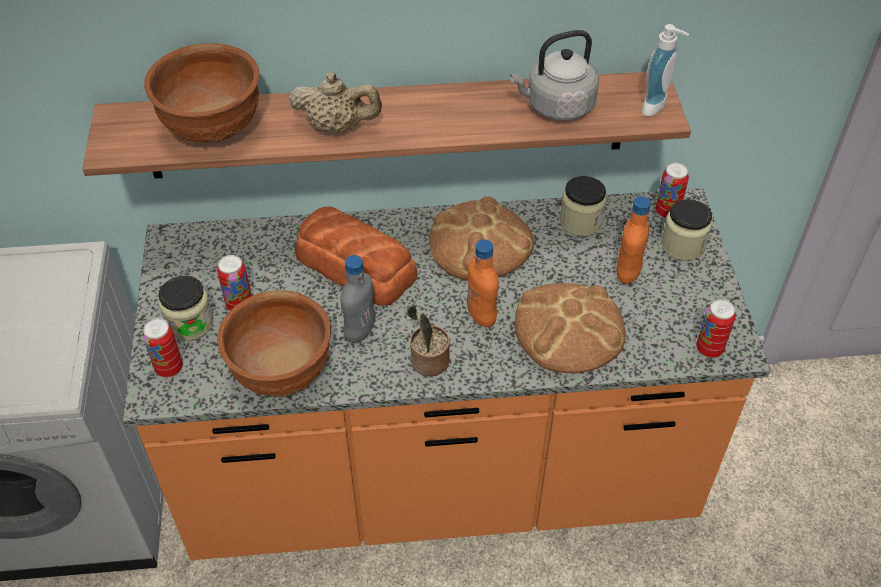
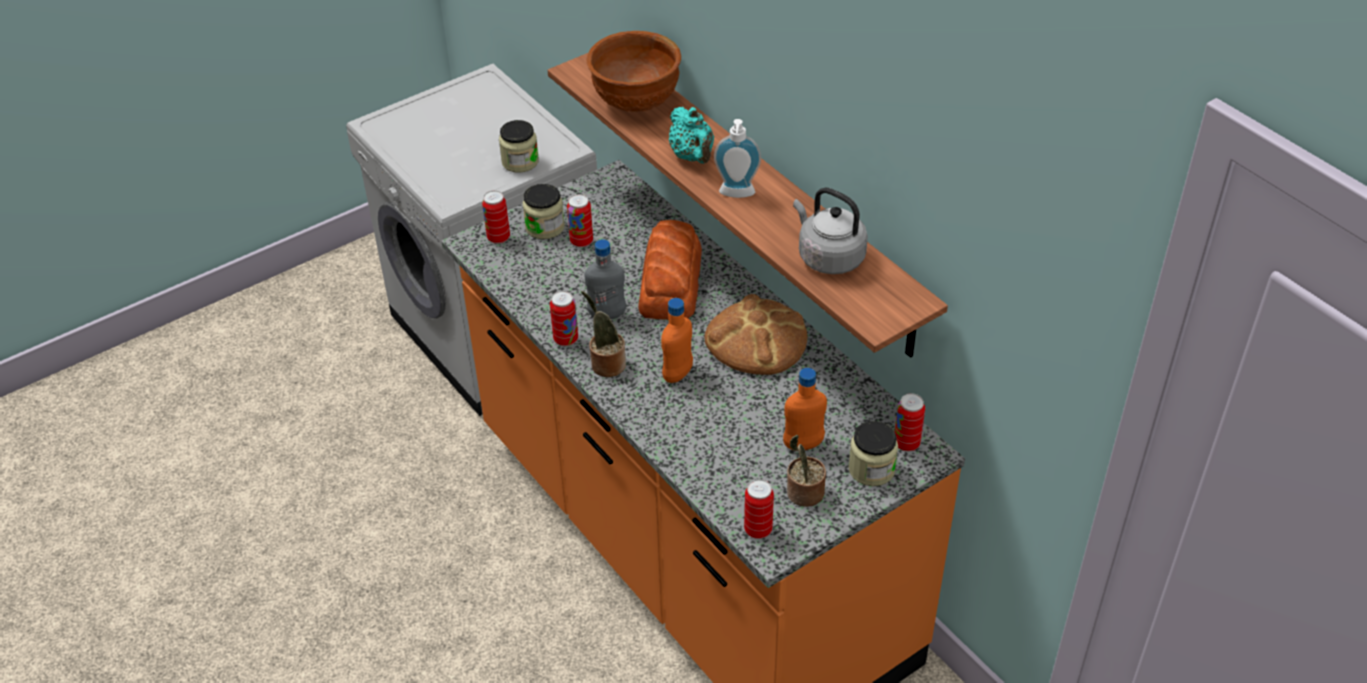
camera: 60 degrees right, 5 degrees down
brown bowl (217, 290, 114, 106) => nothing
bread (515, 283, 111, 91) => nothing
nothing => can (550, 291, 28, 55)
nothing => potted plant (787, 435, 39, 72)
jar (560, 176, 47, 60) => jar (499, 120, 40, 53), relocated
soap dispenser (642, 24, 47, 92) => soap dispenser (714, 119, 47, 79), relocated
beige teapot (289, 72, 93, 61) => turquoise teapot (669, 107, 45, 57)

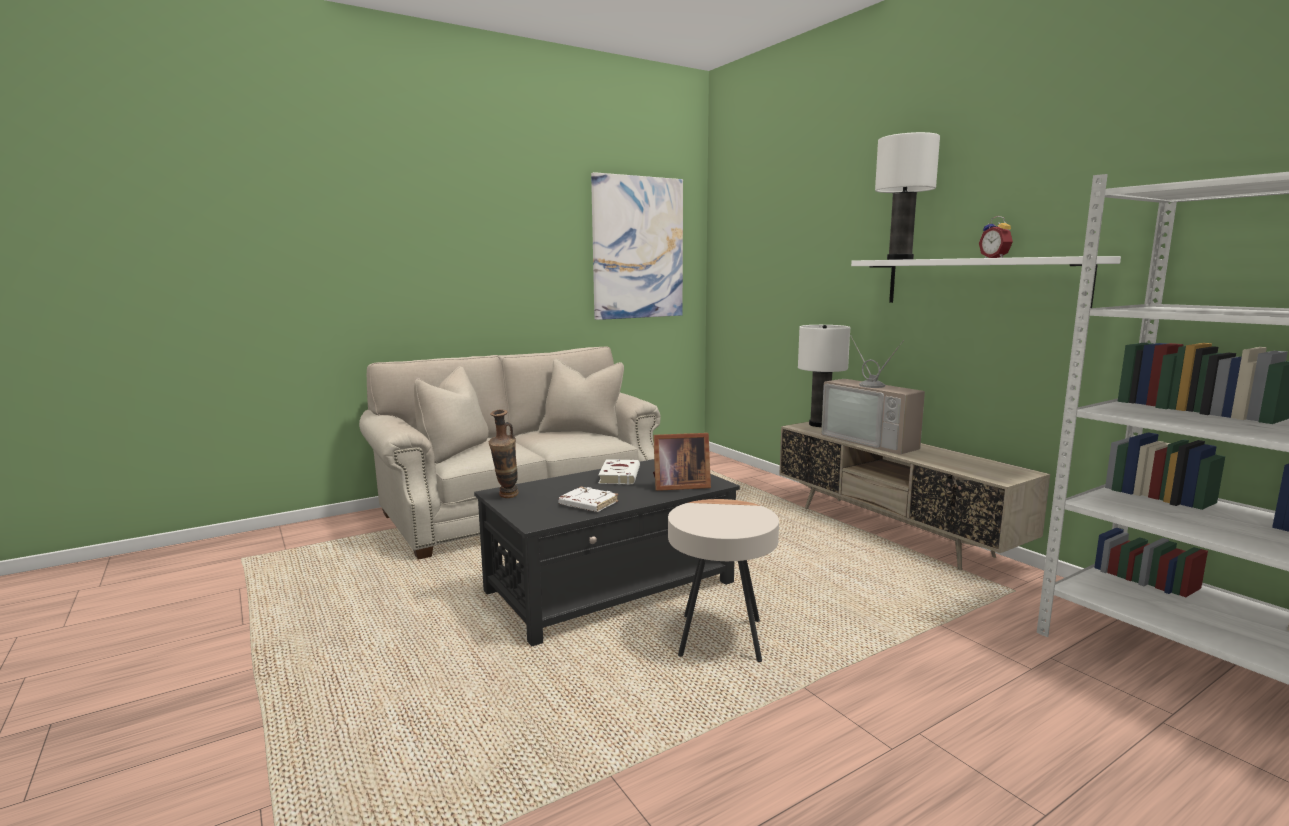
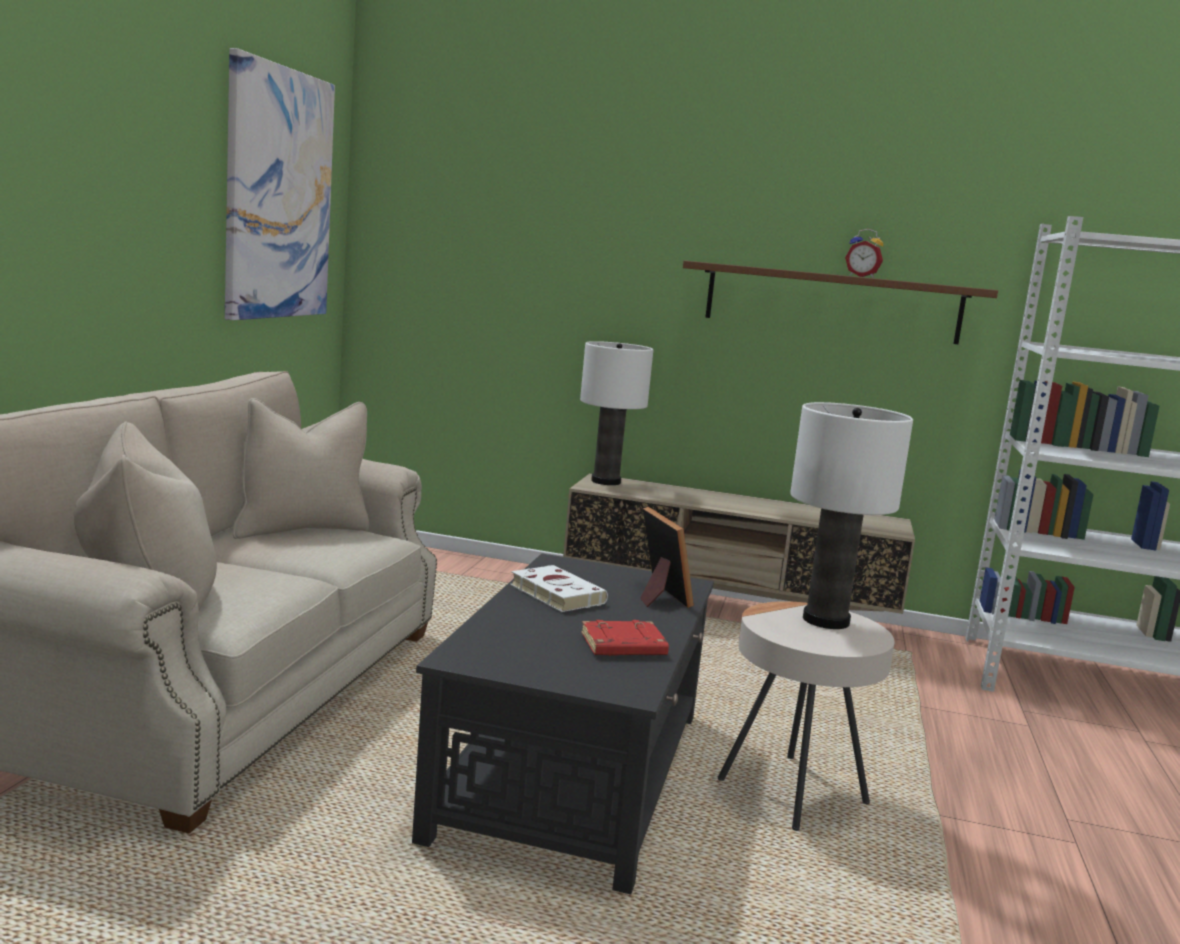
camera: 45 degrees left, 0 degrees up
vase (489, 409, 29, 89) => nothing
television (821, 335, 104, 120) => nothing
white table lamp (875, 132, 65, 128) => white table lamp (790, 402, 123, 227), relocated
white book (559, 487, 60, 25) => red book (581, 620, 88, 35)
white shelf (851, 256, 270, 52) => brown shelf (683, 261, 315, 83)
picture frame (653, 433, 58, 58) => picture frame (640, 507, 54, 101), 60 degrees counterclockwise

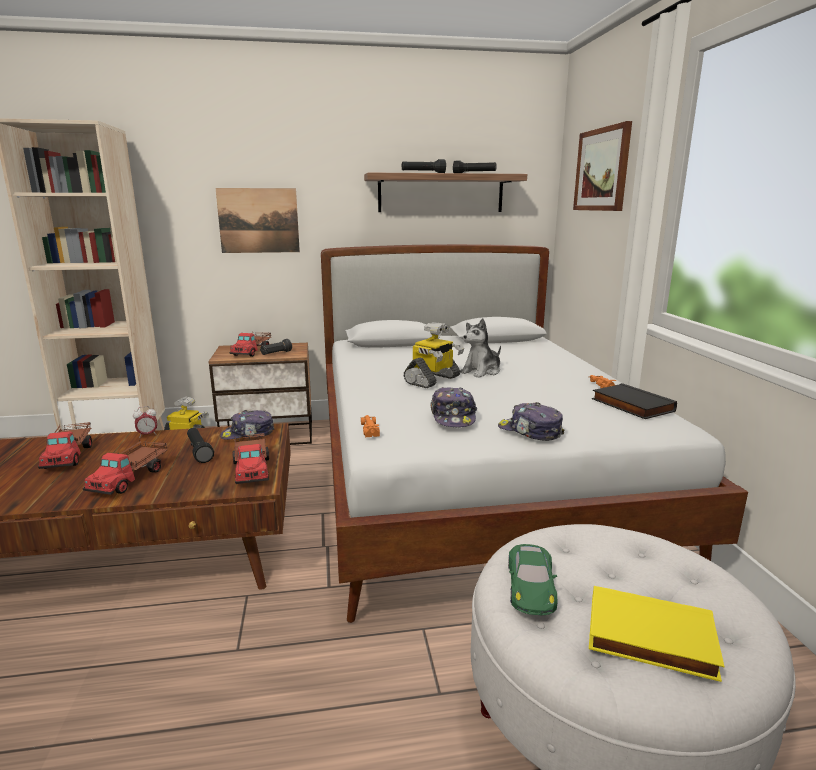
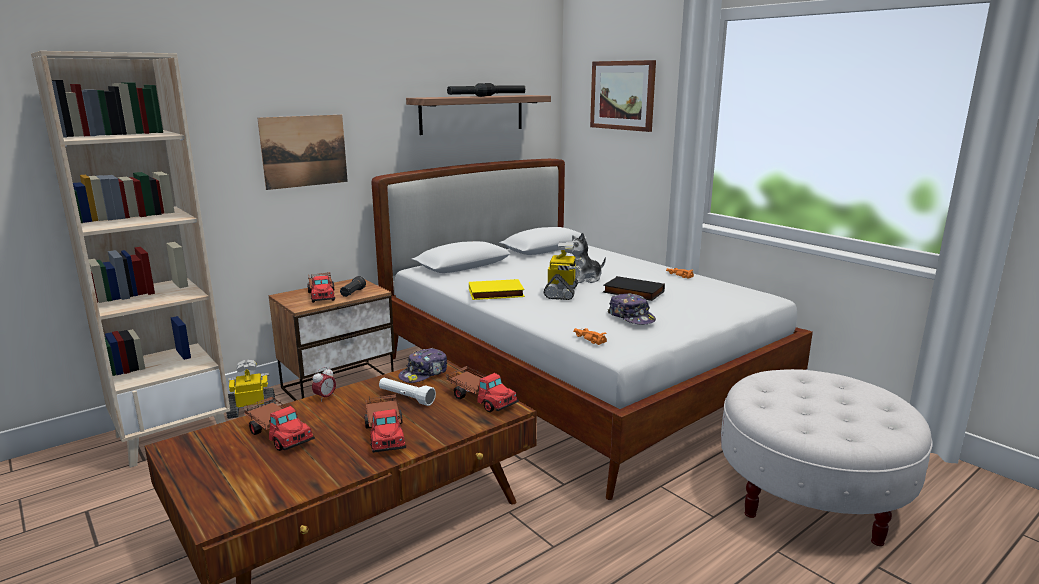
camera: 30 degrees left, 0 degrees up
cap (498, 402, 66, 39) => nothing
green toy car (508, 544, 50, 71) => nothing
yellow book (589, 586, 136, 96) => yellow book (469, 279, 56, 21), relocated
black book (592, 383, 85, 36) => black book (603, 276, 62, 25), relocated
black flashlight (187, 428, 27, 35) => white flashlight (379, 378, 57, 28)
plush toy (460, 318, 41, 60) => plush toy (567, 232, 39, 51), 45 degrees clockwise

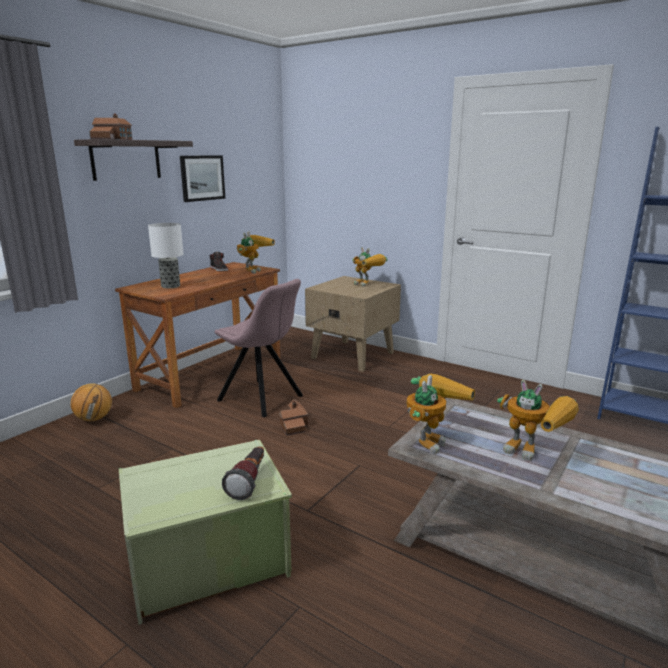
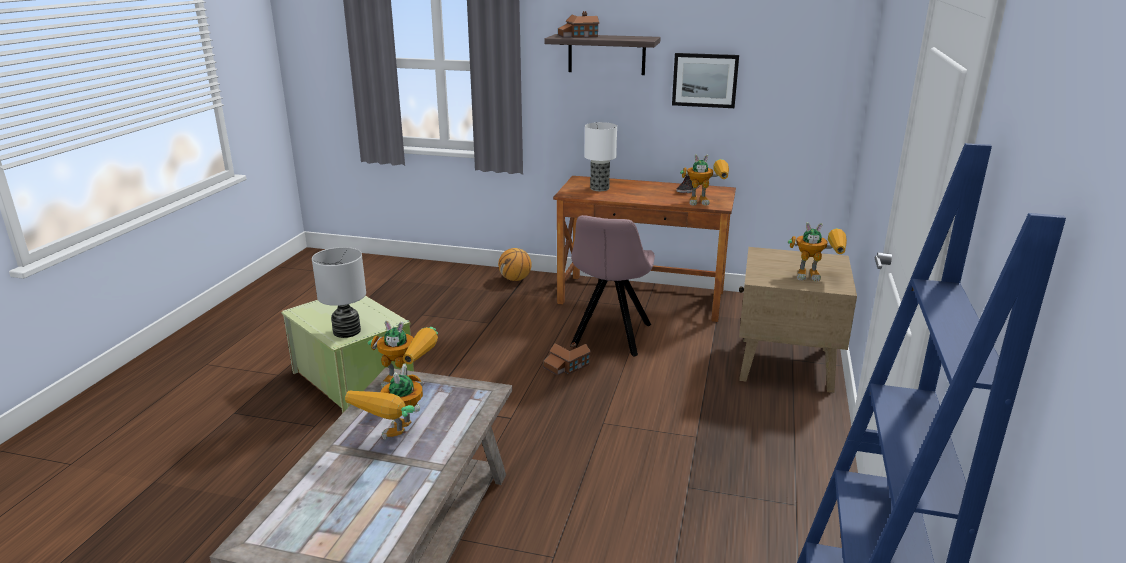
camera: 70 degrees right, 5 degrees up
flashlight (222, 446, 42, 54) => grey table lamp (312, 247, 54, 91)
toy robot (352, 247, 36, 40) => toy robot (788, 222, 59, 59), 105 degrees counterclockwise

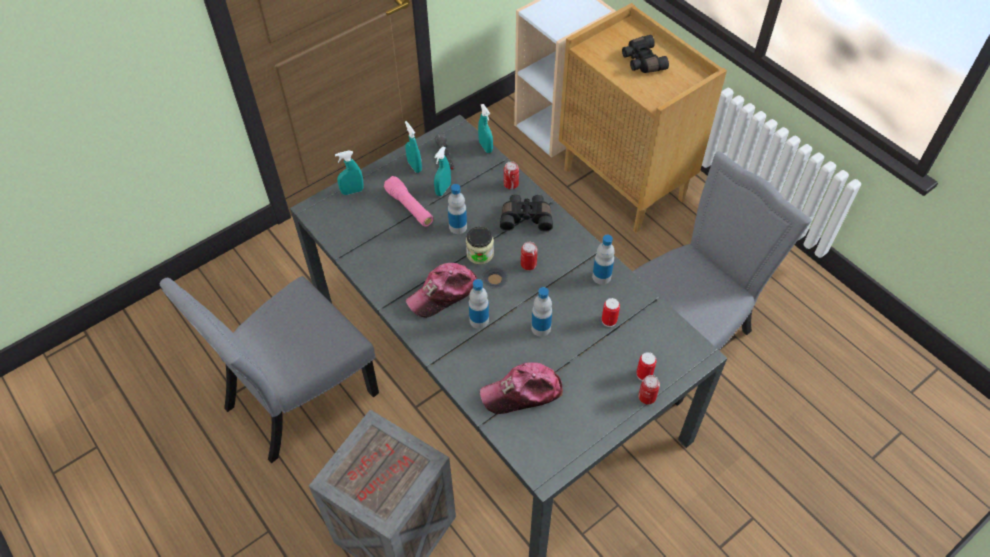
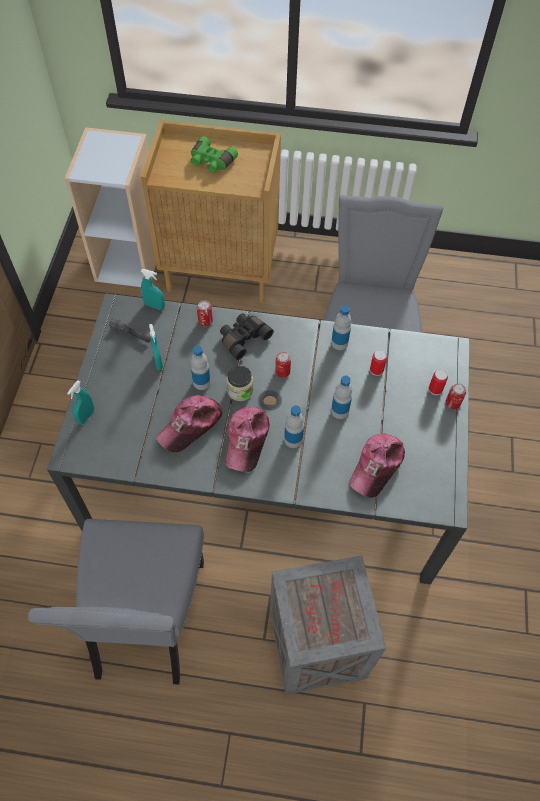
camera: 45 degrees left, 5 degrees up
pink flashlight (384, 176, 49, 51) => nothing
turquoise spray bottle (405, 121, 17, 52) => nothing
nothing => cap (156, 395, 67, 57)
black binoculars (622, 35, 47, 38) => green binoculars (191, 136, 47, 37)

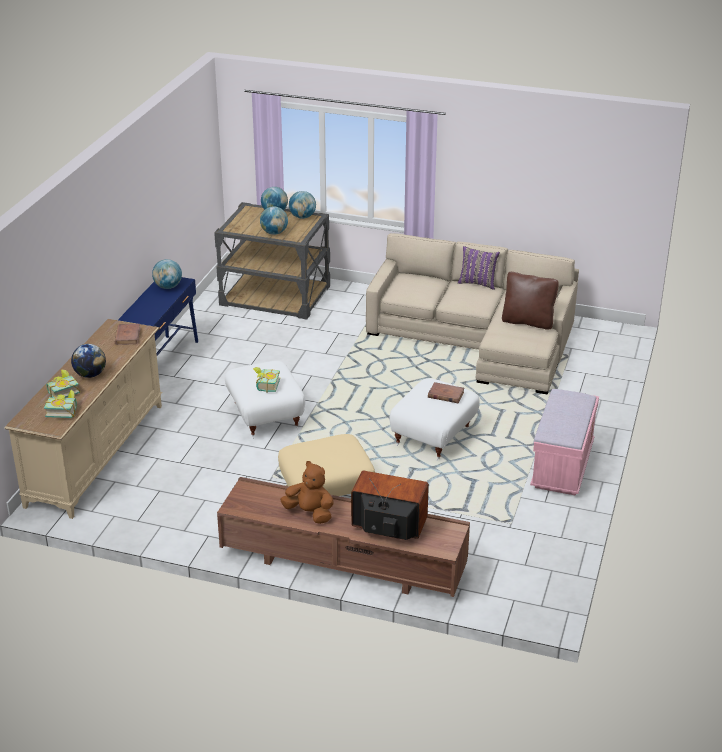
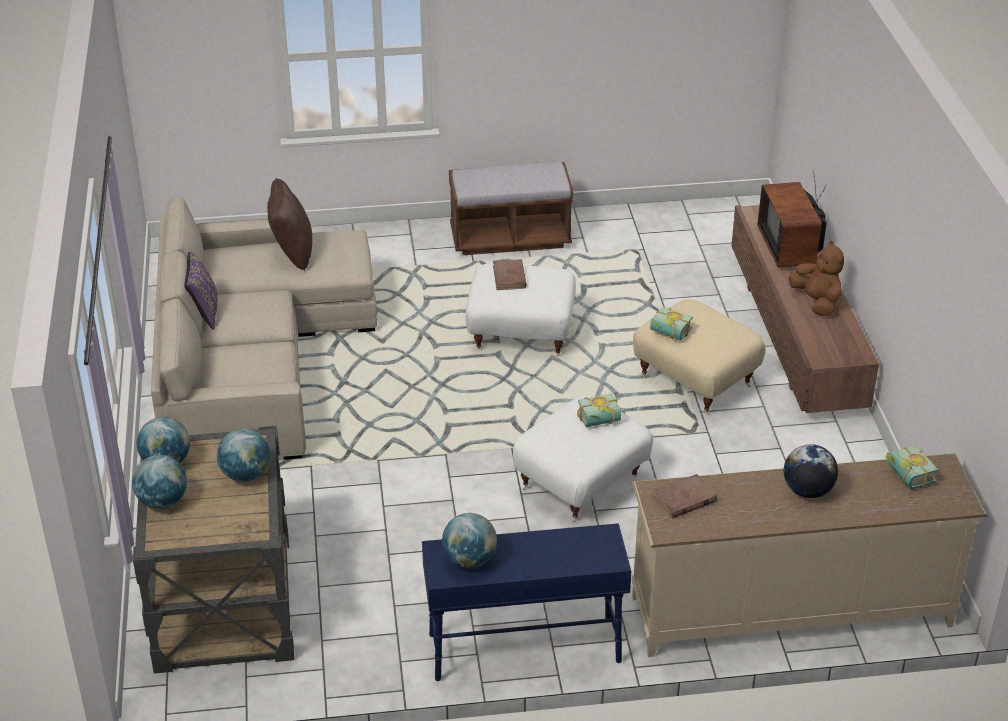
camera: 115 degrees left, 5 degrees up
book (47, 370, 33, 28) => book (650, 307, 43, 33), relocated
pink bench (530, 389, 69, 107) => brown bench (449, 162, 125, 93)
brown plush toy (280, 461, 54, 63) => brown plush toy (789, 241, 55, 75), 150 degrees clockwise

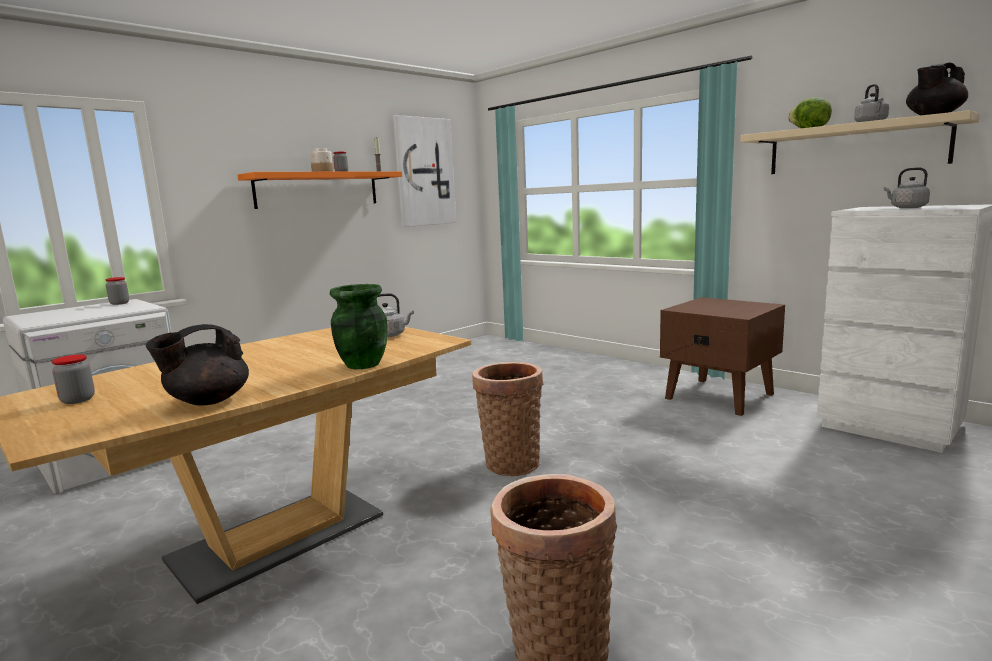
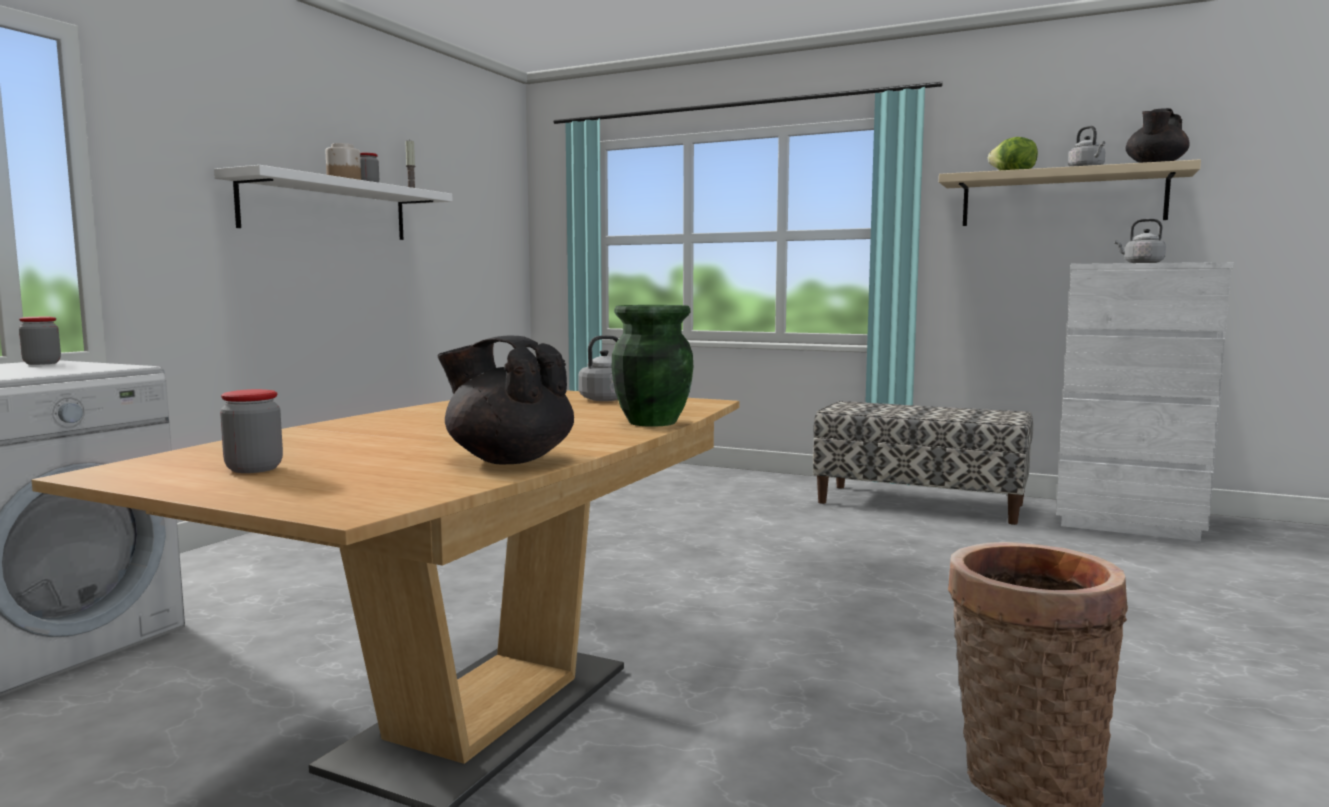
camera: 20 degrees left, 5 degrees down
picture (392, 115, 64, 112) => nothing
basket (472, 362, 71, 114) => nothing
brown nightstand (660, 297, 125, 119) => bench (813, 401, 220, 124)
orange shelf (237, 171, 165, 38) => white shelf (214, 165, 238, 75)
black teapot (145, 324, 104, 81) => black teapot (437, 335, 137, 130), 90 degrees clockwise

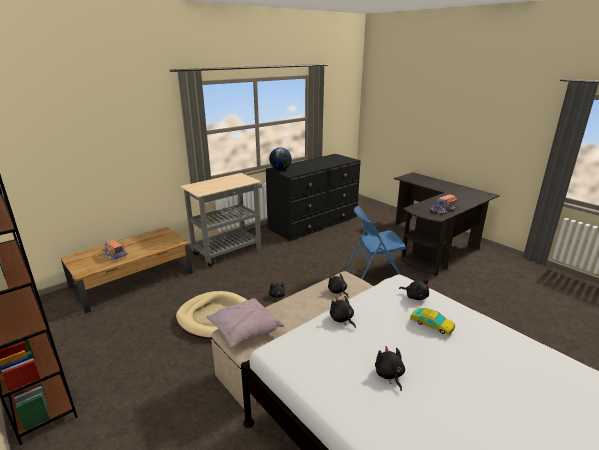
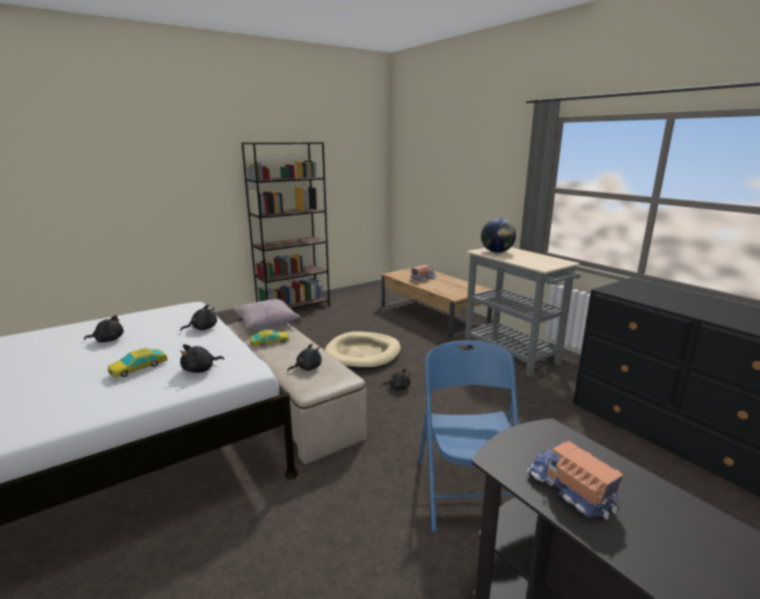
camera: 95 degrees right, 5 degrees down
nothing => toy car (250, 330, 39, 17)
globe (269, 147, 23, 23) => globe (481, 218, 35, 35), relocated

